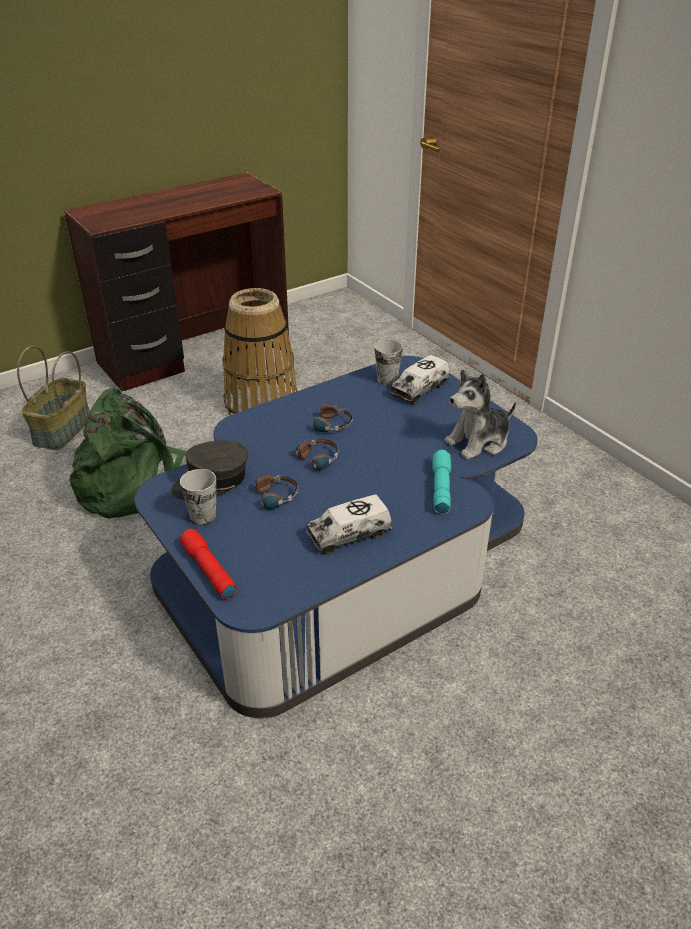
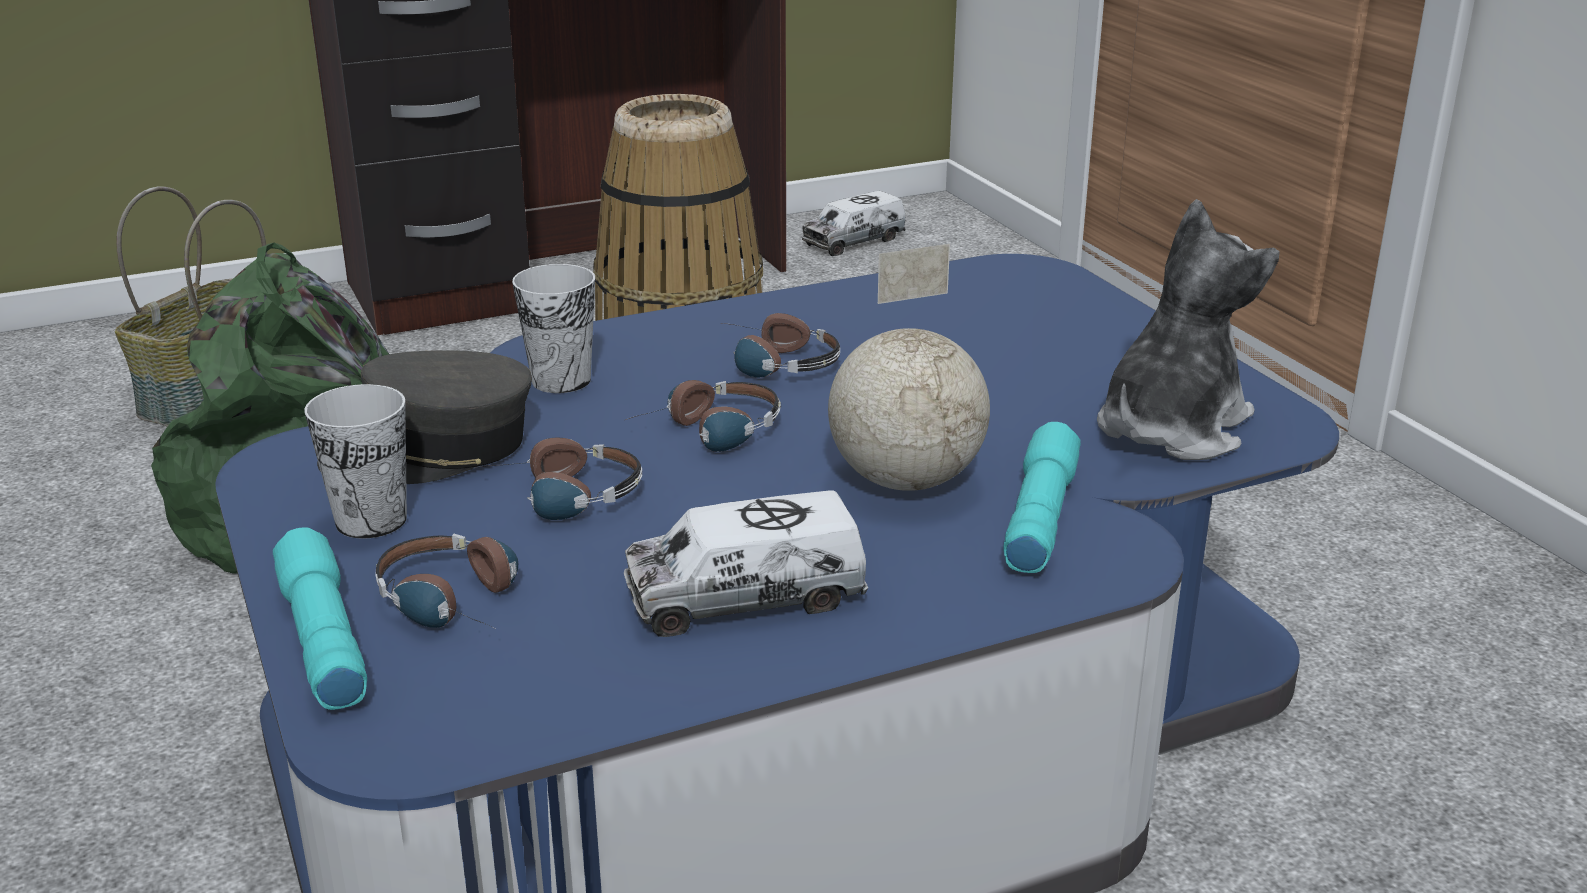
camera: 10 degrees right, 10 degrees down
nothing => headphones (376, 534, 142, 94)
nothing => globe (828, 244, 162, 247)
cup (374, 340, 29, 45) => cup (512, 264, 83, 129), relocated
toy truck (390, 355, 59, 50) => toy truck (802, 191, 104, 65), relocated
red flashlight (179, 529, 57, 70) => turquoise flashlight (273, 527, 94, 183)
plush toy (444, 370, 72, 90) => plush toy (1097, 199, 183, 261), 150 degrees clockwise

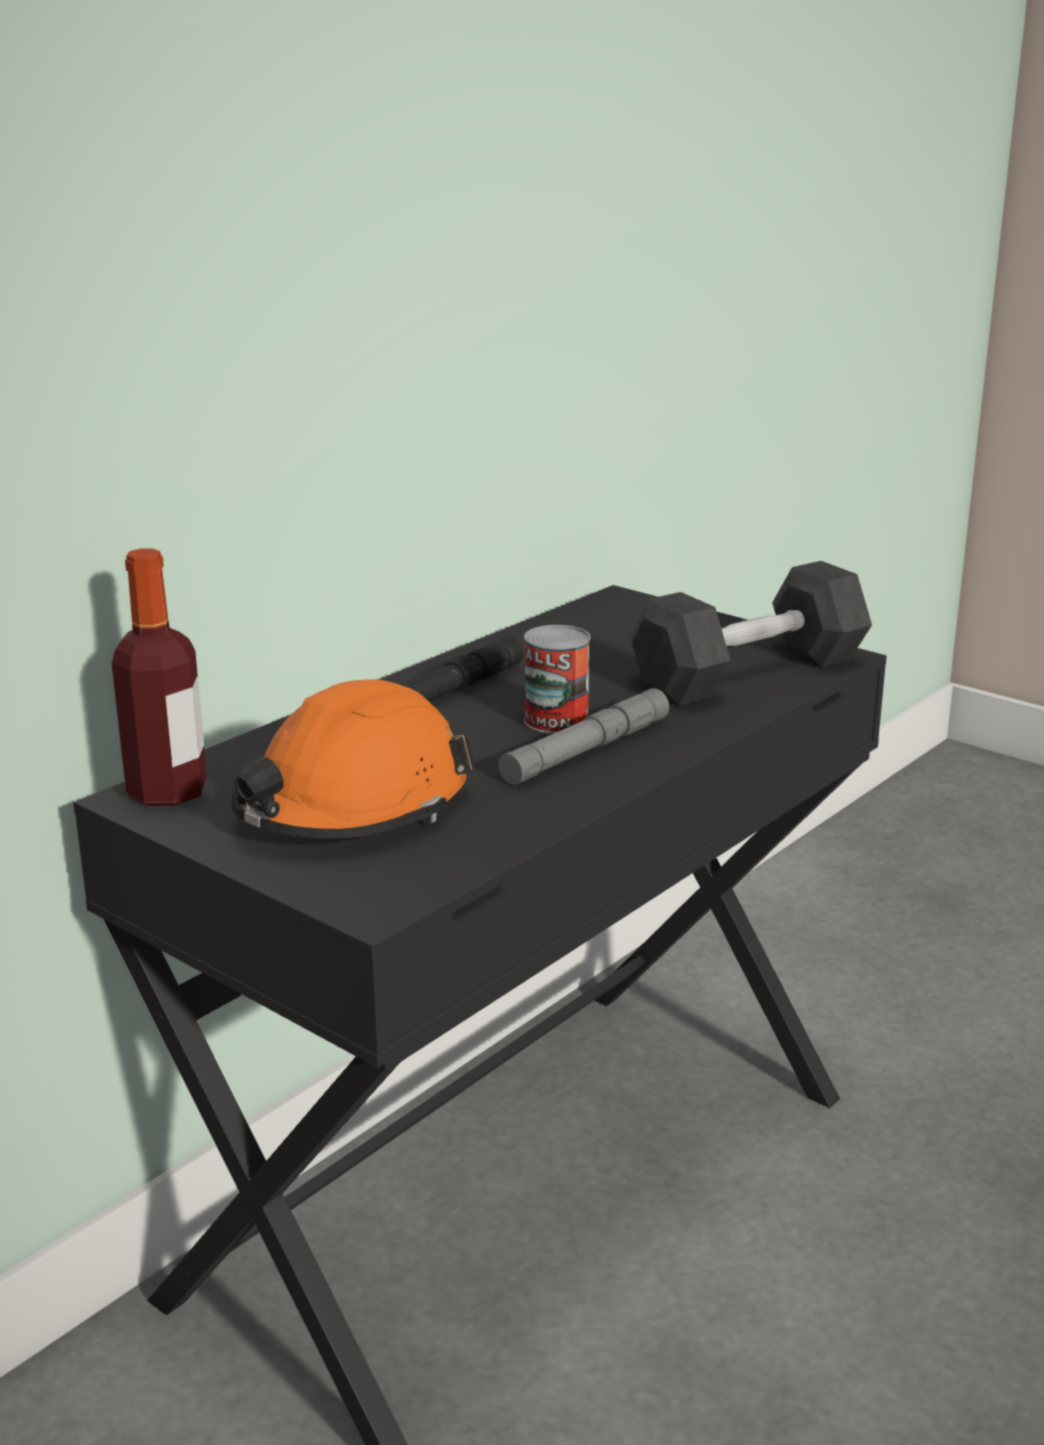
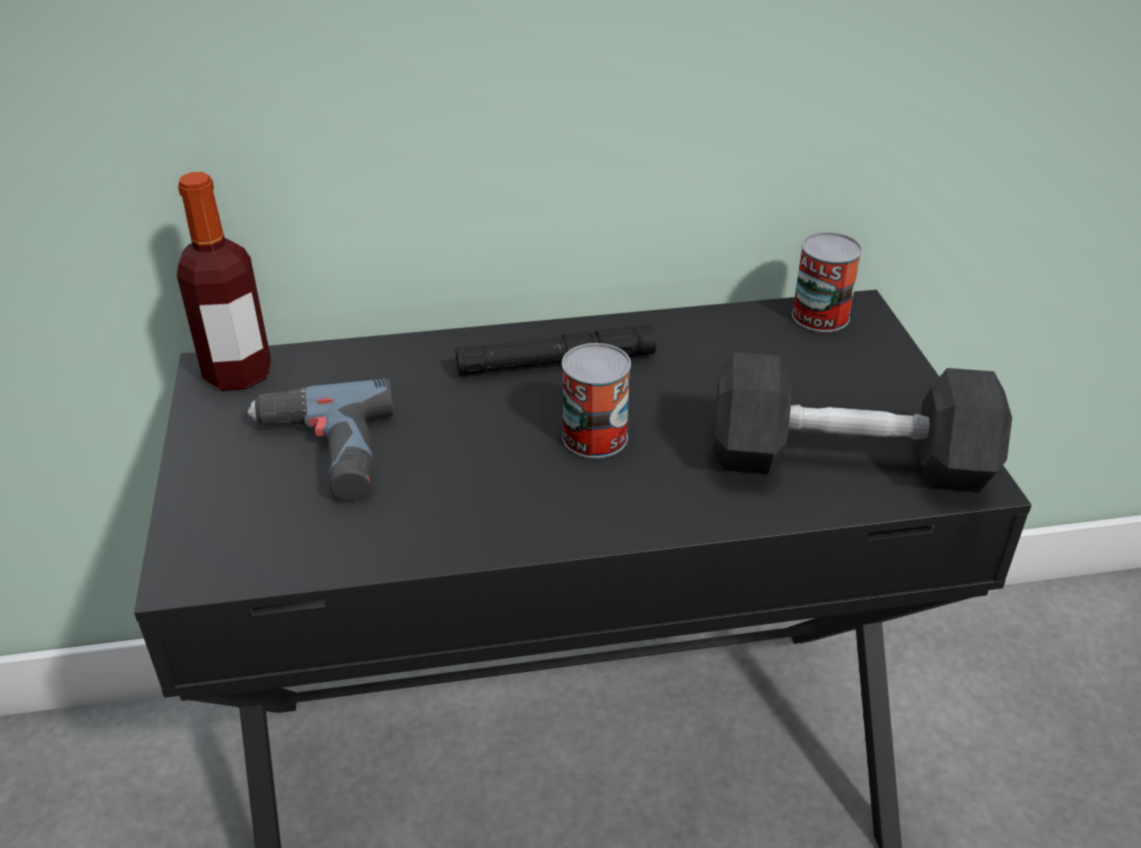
camera: 40 degrees right, 15 degrees up
grey flashlight (498, 688, 171, 97) => nothing
nothing => can (792, 232, 70, 100)
orange hard hat (231, 679, 243, 159) => power drill (248, 379, 146, 121)

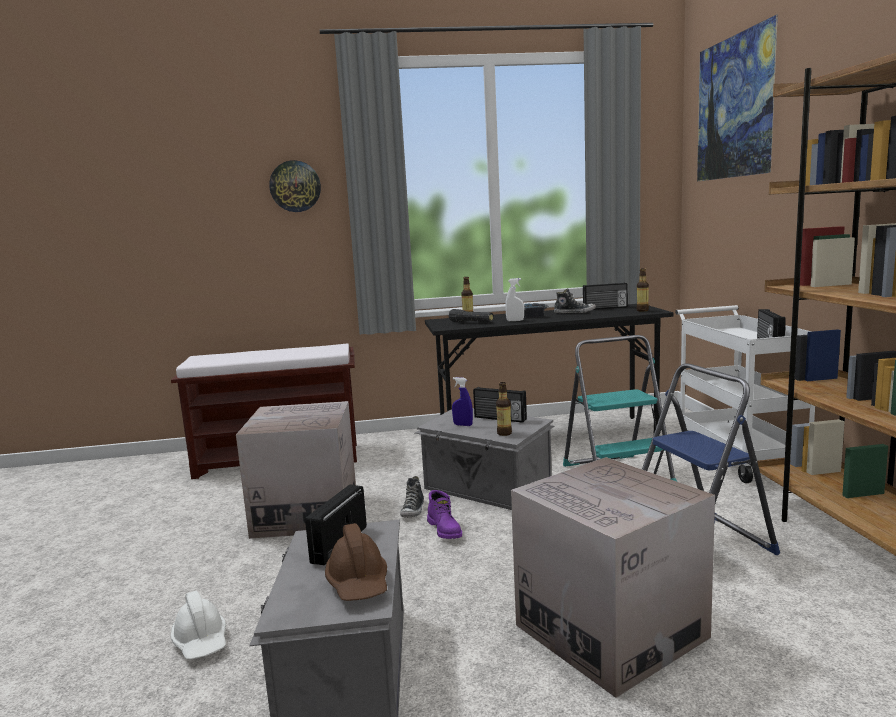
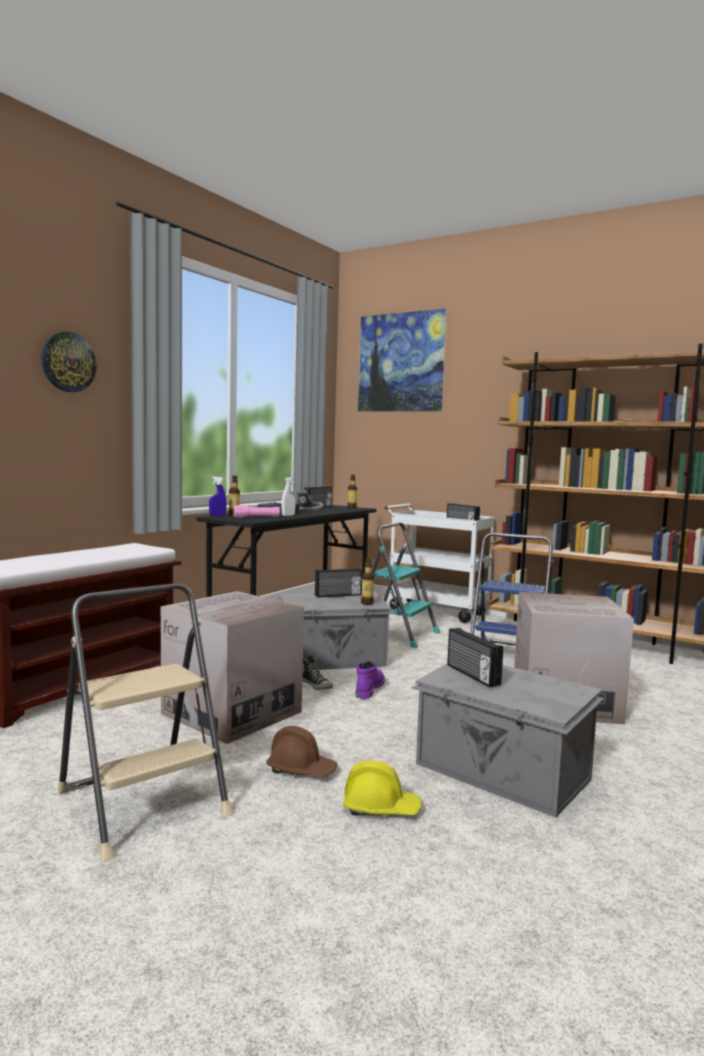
camera: 50 degrees left, 5 degrees down
nothing => beige step ladder (58, 583, 176, 278)
brown hard hat (325, 523, 62, 78) => brown hard hat (266, 726, 72, 51), relocated
blue spray bottle (452, 377, 21, 49) => blue spray bottle (209, 476, 18, 40), relocated
white hard hat (171, 591, 55, 68) => yellow hard hat (343, 760, 79, 56)
black flashlight (449, 309, 45, 13) => pink flashlight (234, 505, 46, 13)
purple boot (427, 490, 35, 49) => purple boot (355, 661, 30, 38), 90 degrees counterclockwise

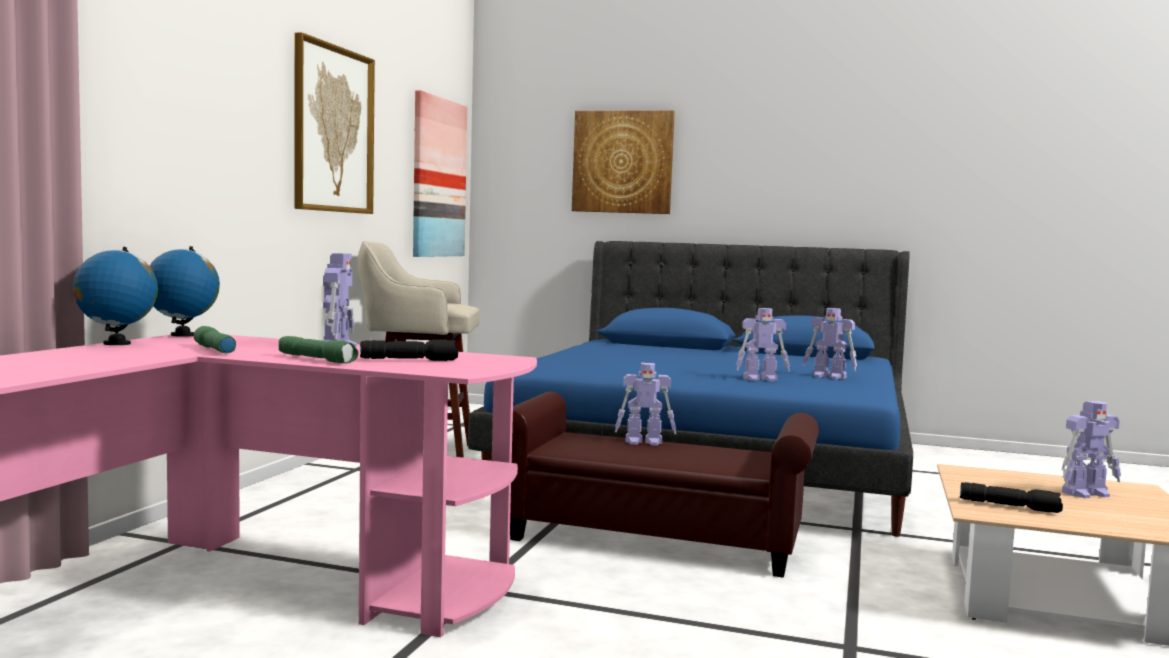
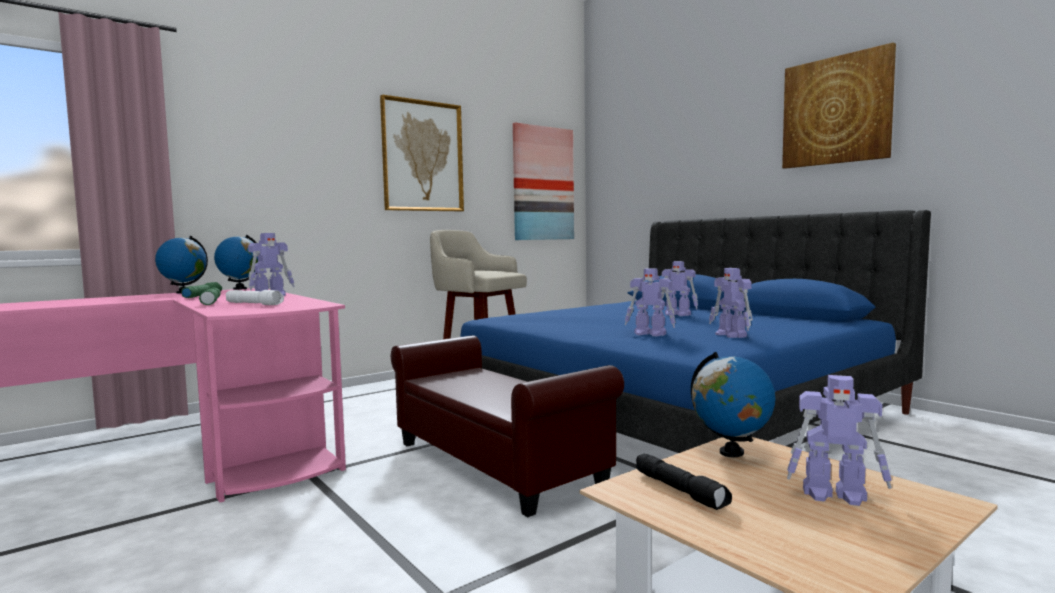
camera: 35 degrees right, 0 degrees up
nothing => globe (691, 352, 84, 105)
picture (572, 110, 103, 104) => picture (782, 43, 114, 126), relocated
toy robot (615, 363, 61, 82) => toy robot (661, 261, 37, 55), relocated
black flashlight (360, 339, 98, 22) => white flashlight (226, 290, 58, 15)

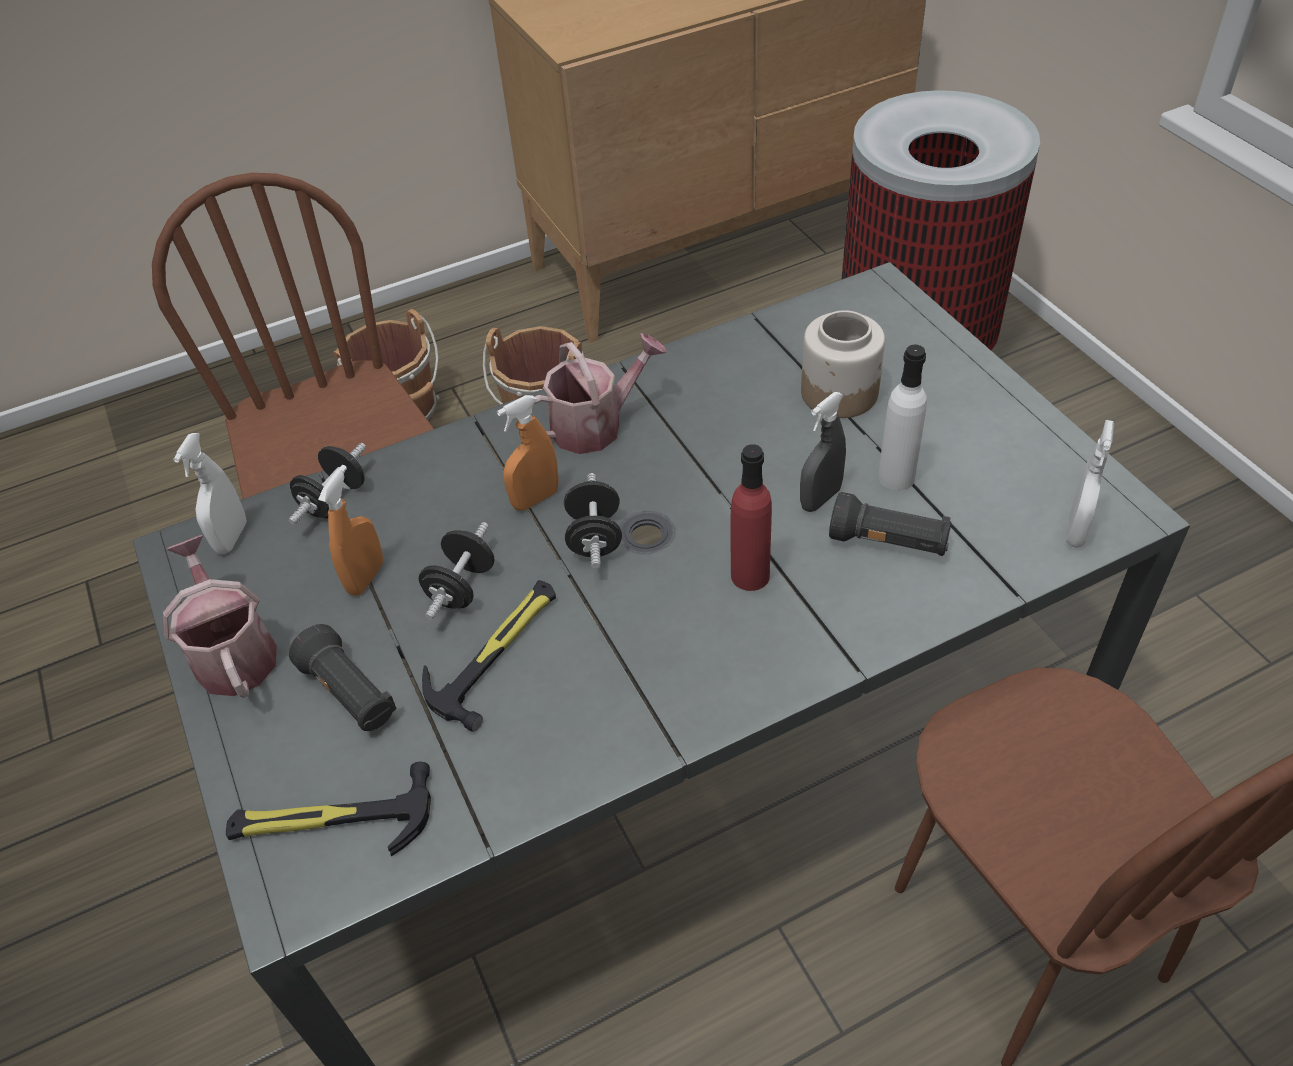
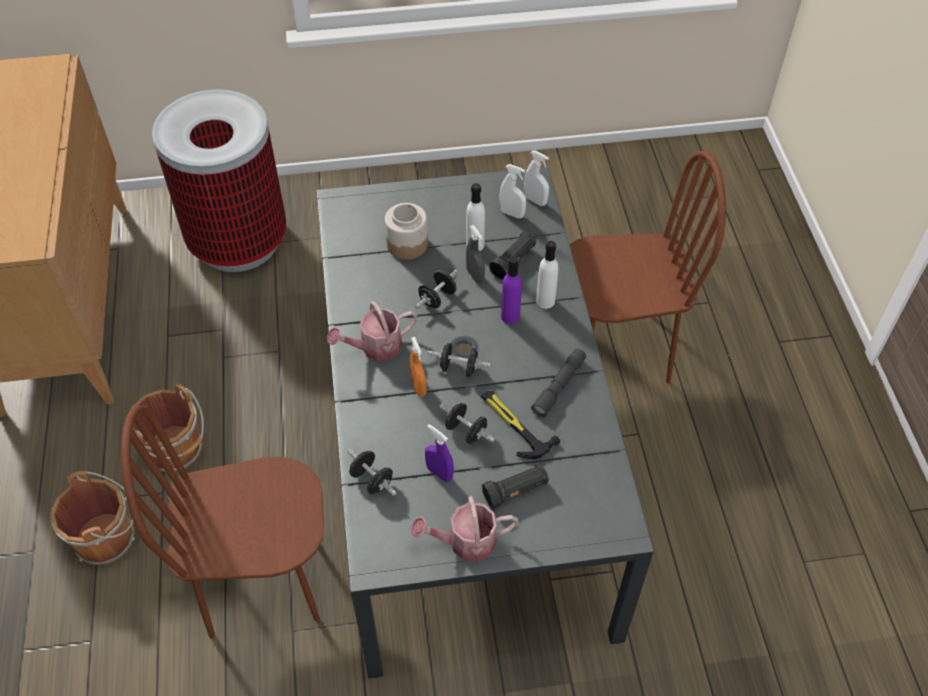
camera: 75 degrees left, 5 degrees up
hammer (226, 762, 205, 94) => nothing
nothing => black dumbbell (415, 270, 43, 39)
nothing => grey flashlight (531, 349, 55, 69)
nothing => white bottle (536, 241, 22, 68)
white spray bottle (173, 433, 74, 121) => white spray bottle (499, 164, 27, 54), relocated
orange spray bottle (318, 465, 65, 131) => purple spray bottle (425, 424, 29, 58)
red bottle (730, 444, 42, 147) => purple bottle (501, 256, 21, 68)
watering can (517, 333, 151, 121) => watering can (327, 301, 90, 60), 105 degrees counterclockwise

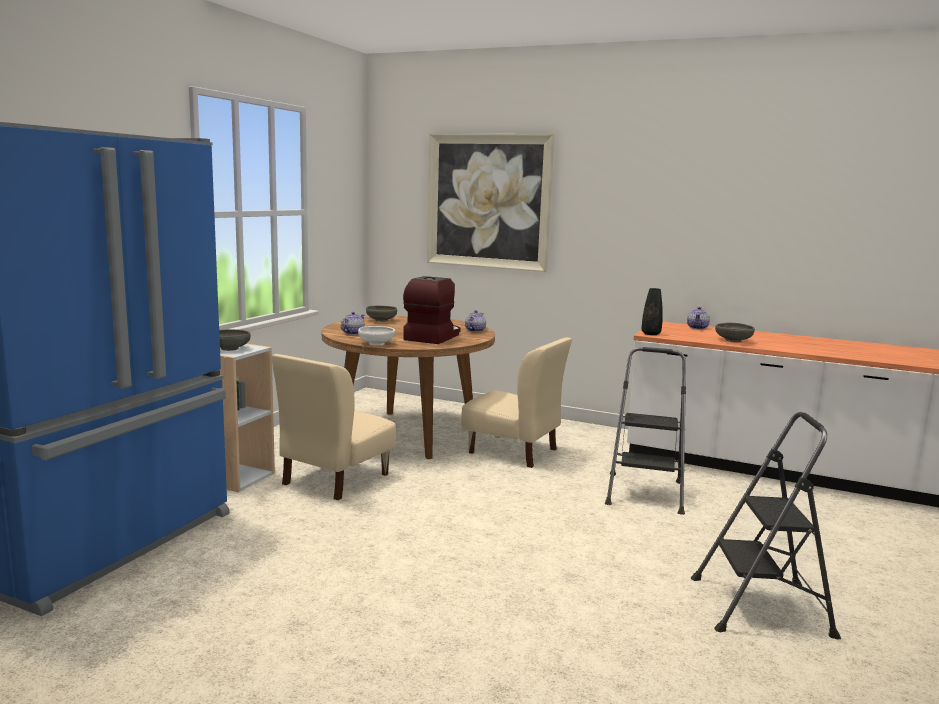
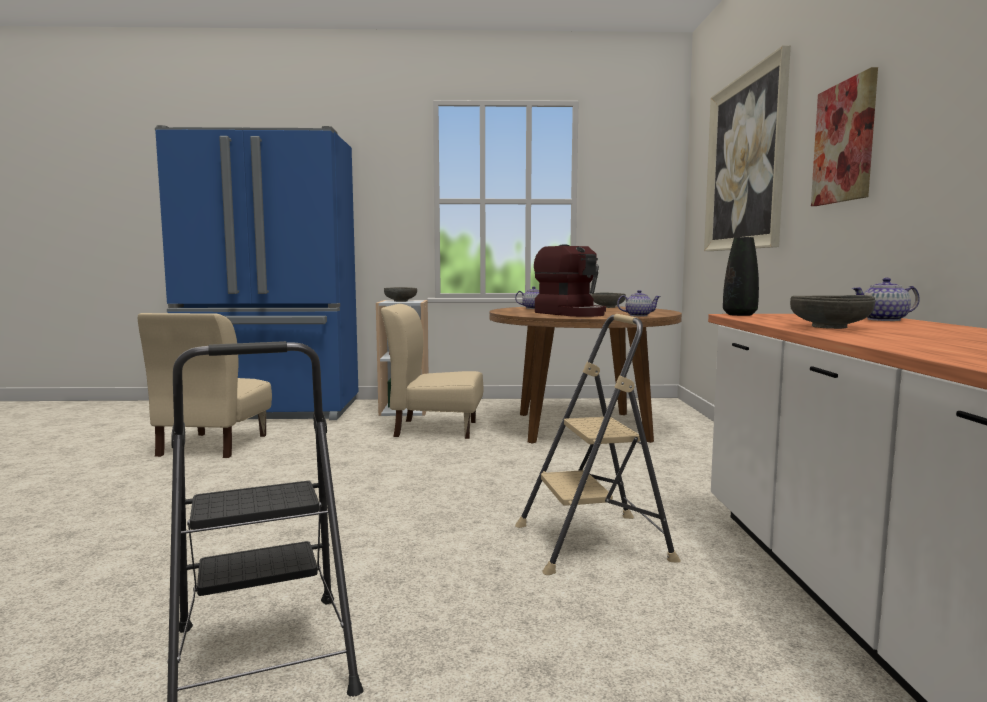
camera: 65 degrees right, 5 degrees down
white bowl (358, 326, 37, 20) => nothing
nothing => picture (811, 67, 67, 139)
beige chair (461, 338, 111, 130) => beige chair (138, 313, 134, 145), relocated
black step ladder (605, 347, 81, 168) => beige step ladder (515, 314, 166, 261)
coffee machine (403, 276, 58, 68) => coffee machine (534, 244, 72, 73), 60 degrees clockwise

